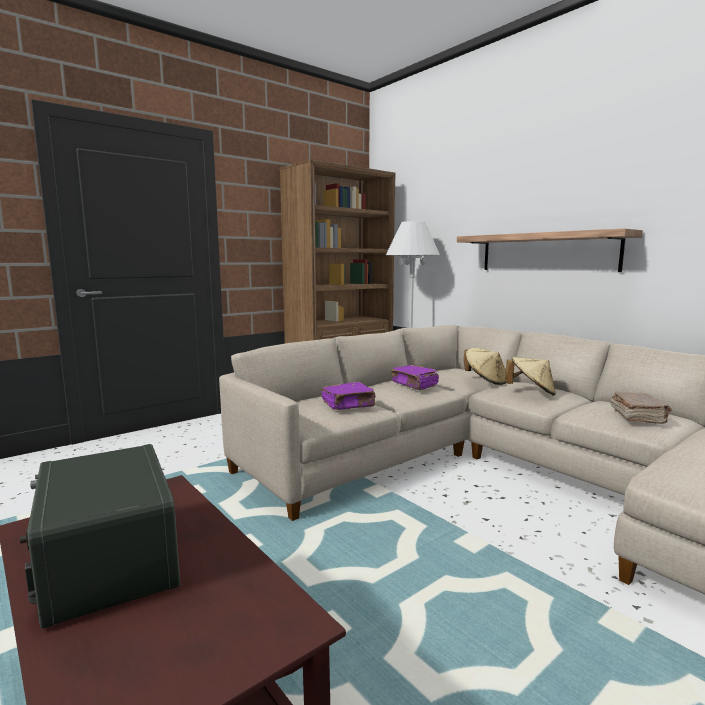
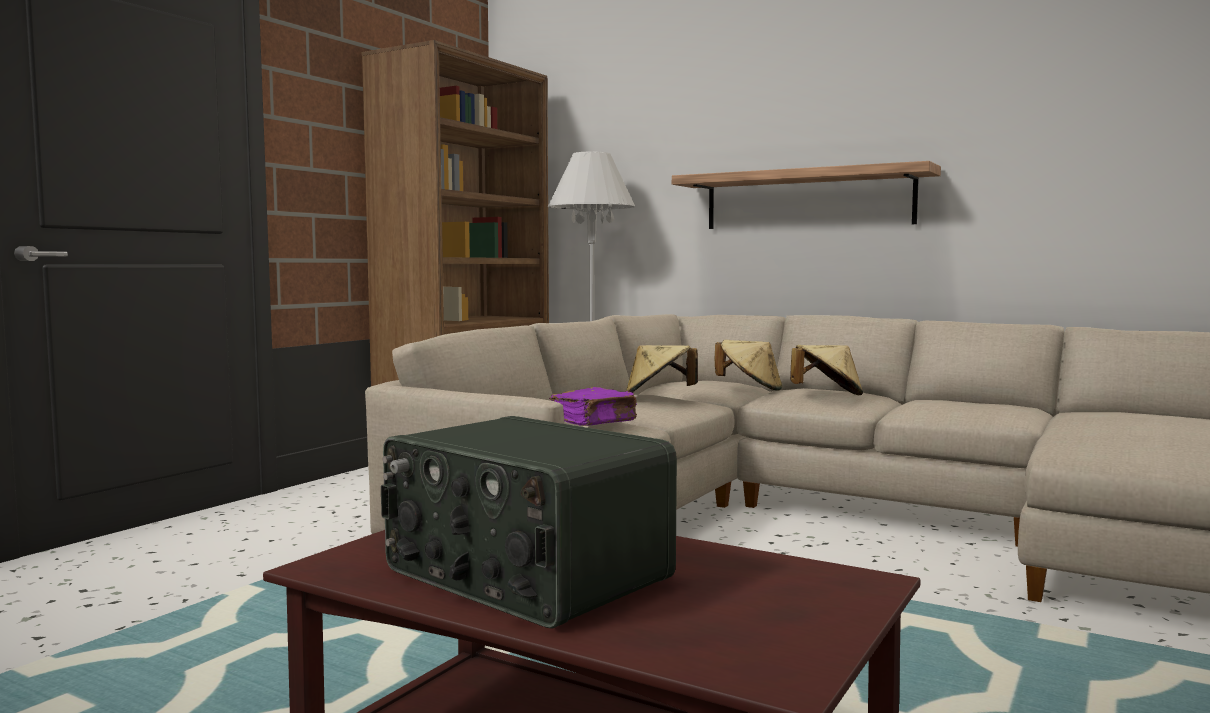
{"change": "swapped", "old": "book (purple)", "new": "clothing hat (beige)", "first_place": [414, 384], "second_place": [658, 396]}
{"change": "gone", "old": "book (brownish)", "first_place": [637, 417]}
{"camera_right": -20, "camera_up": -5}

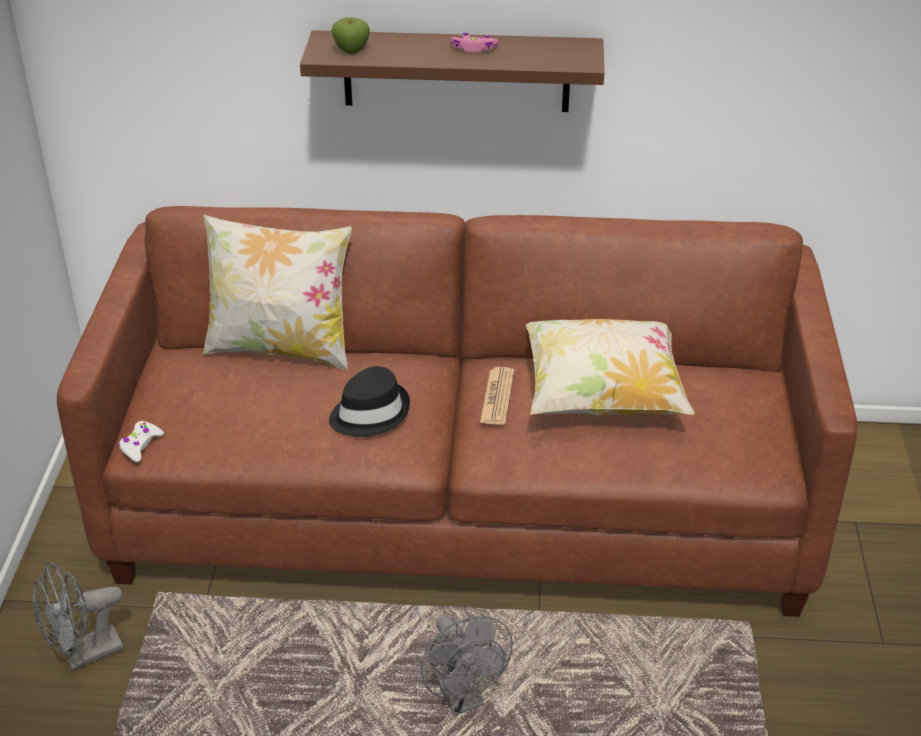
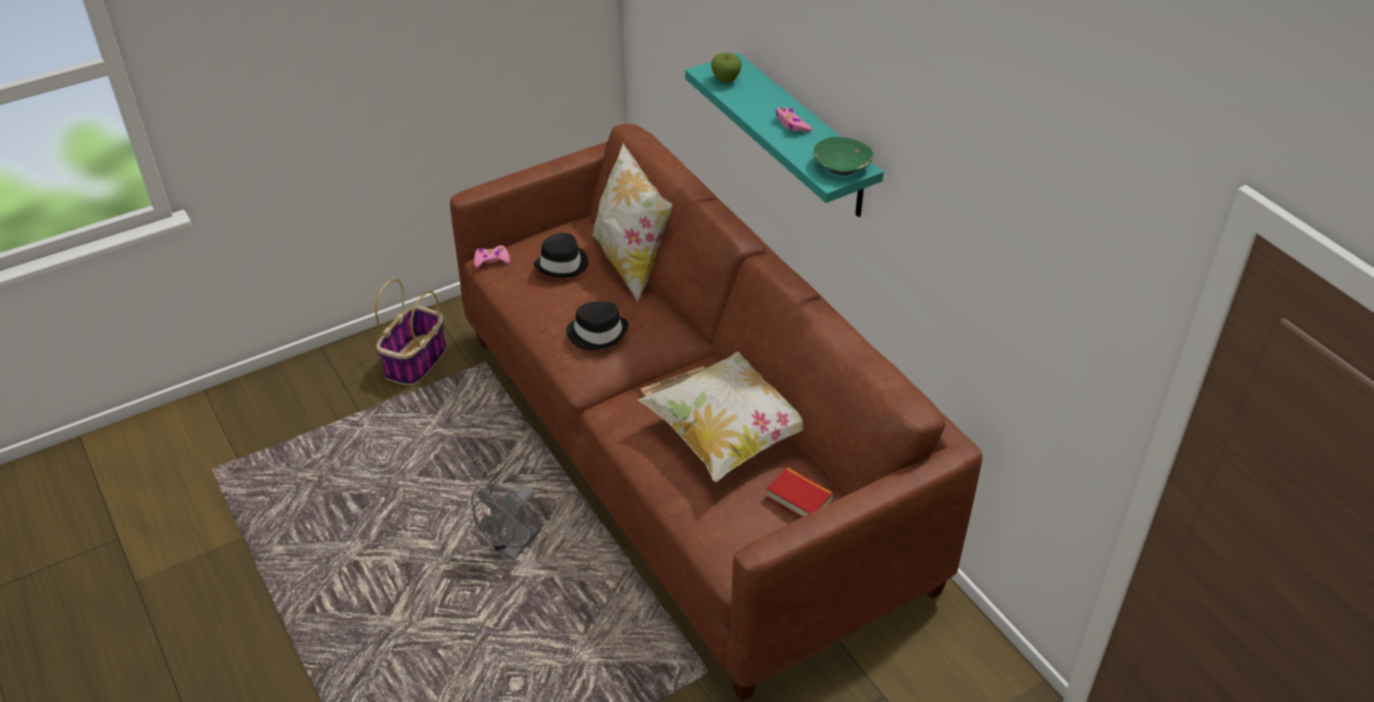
{"change": "repainted", "old": "wall shelf (brownish)", "new": "wall shelf (blue-green)", "first_place": [456, 71], "second_place": [804, 137]}
{"change": "repainted", "old": "game controller (whitish)", "new": "game controller (pink-coloured)", "first_place": [140, 445], "second_place": [491, 260]}
{"change": "swapped", "old": "electric fan (grey)", "new": "household basket", "first_place": [84, 655], "second_place": [415, 362]}
{"change": "new", "new": "serving bowl (green-coloured)", "second_place": [841, 166]}
{"change": "new", "new": "clothing hat (black)", "second_place": [563, 264]}
{"change": "new", "new": "book", "second_place": [799, 499]}
{"camera_right": 55, "camera_up": 5}

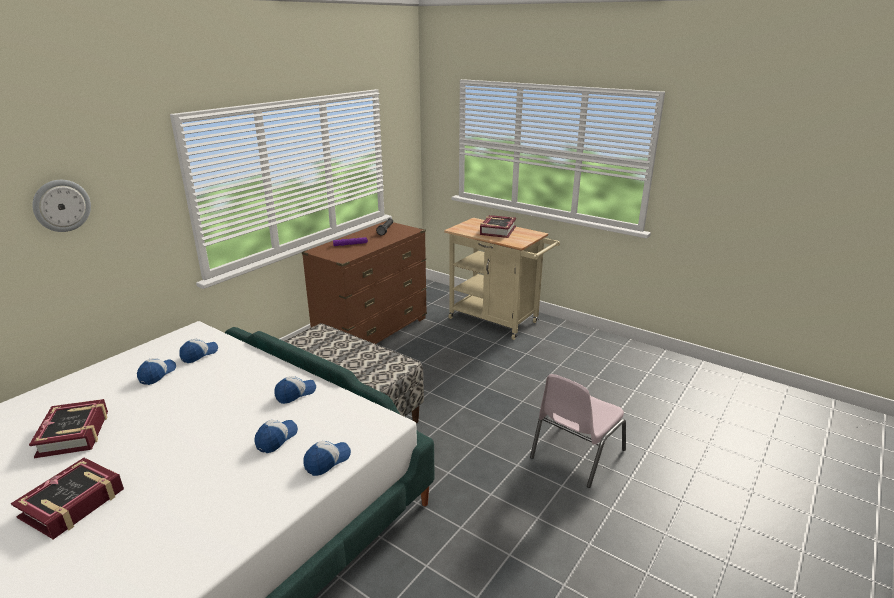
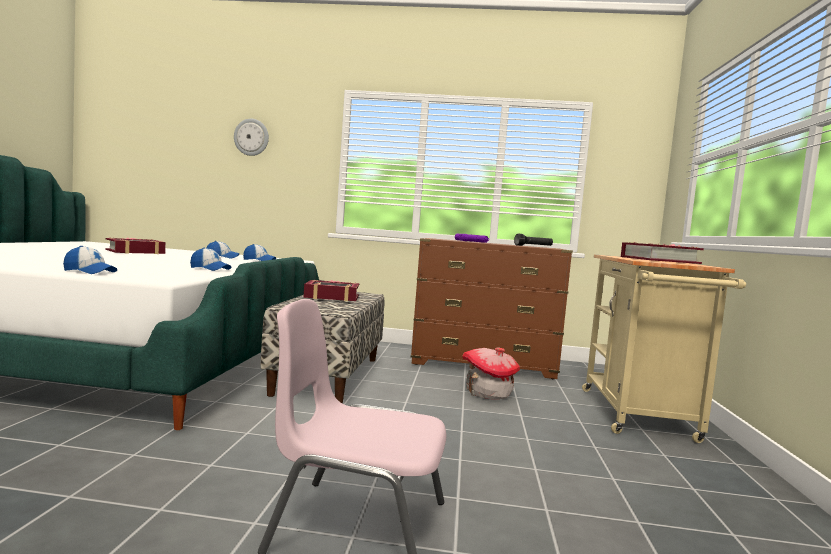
{"change": "gone", "old": "cap", "first_place": [276, 439]}
{"change": "shifted", "old": "book", "first_place": [73, 504], "second_place": [332, 297]}
{"change": "new", "new": "model house", "second_place": [488, 393]}
{"camera_right": 60, "camera_up": -20}

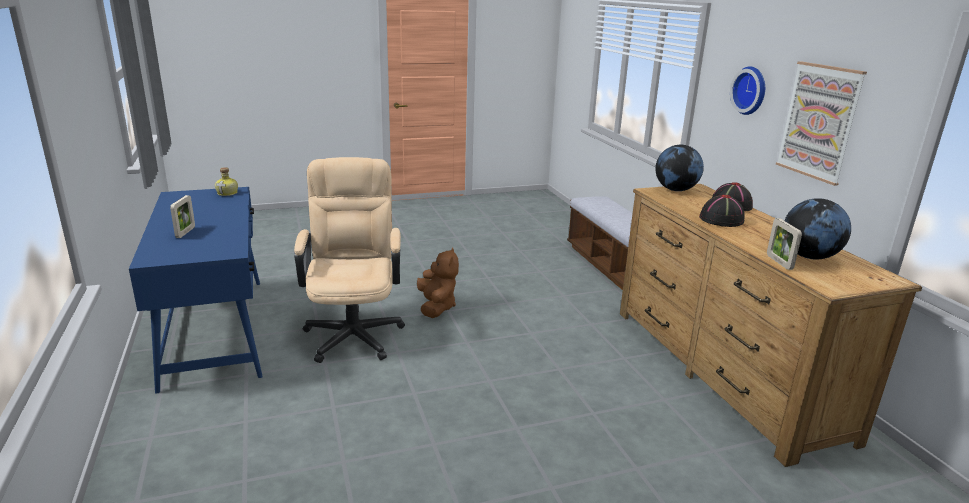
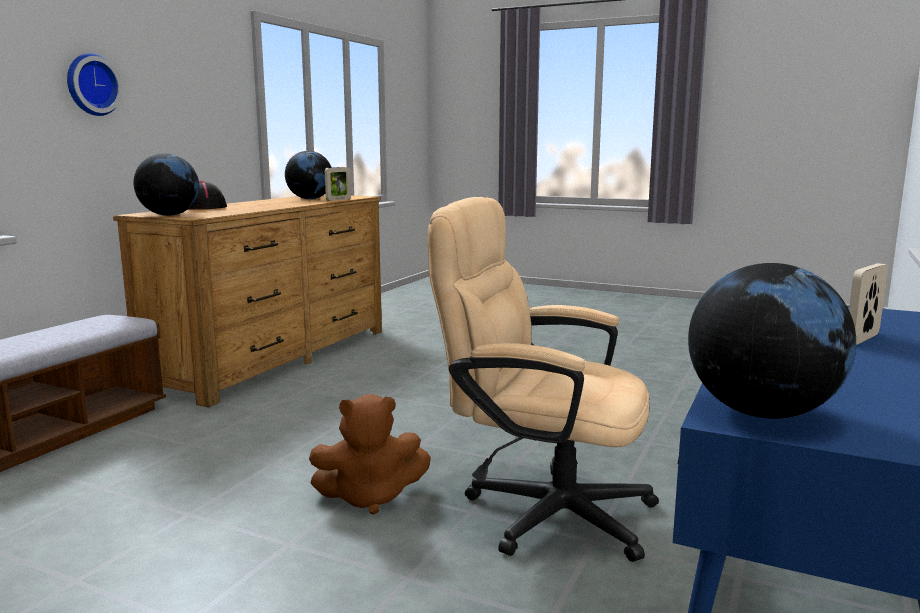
{"change": "gone", "old": "wall art", "first_place": [819, 122]}
{"change": "rotated", "old": "office chair (beige)", "first_place": [354, 331], "second_place": [541, 510], "degrees": 75}
{"change": "swapped", "old": "bottle", "new": "desk globe", "first_place": [228, 193], "second_place": [762, 413]}
{"change": "gone", "old": "clothing hat (black)", "first_place": [721, 220]}
{"change": "rotated", "old": "soft toy (brownish)", "first_place": [436, 307], "second_place": [370, 497], "degrees": -135}
{"camera_right": -135, "camera_up": -10}

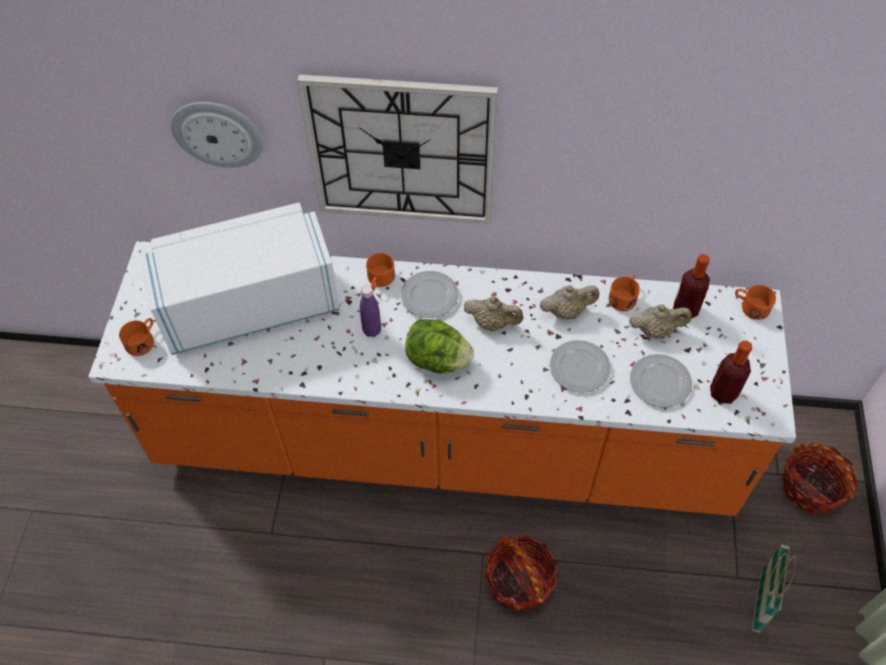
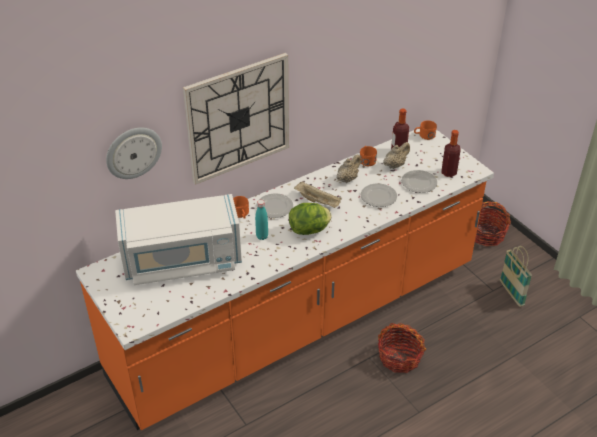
{"change": "rotated", "old": "microwave (whitish)", "first_place": [250, 305], "second_place": [182, 261], "degrees": -135}
{"change": "repainted", "old": "bottle (purple)", "new": "bottle (blue-green)", "first_place": [372, 330], "second_place": [262, 236]}
{"change": "swapped", "old": "teapot (beige)", "new": "serving tray (beige)", "first_place": [492, 323], "second_place": [318, 201]}
{"change": "gone", "old": "mug (orange)", "first_place": [143, 341]}
{"camera_right": -40, "camera_up": -15}

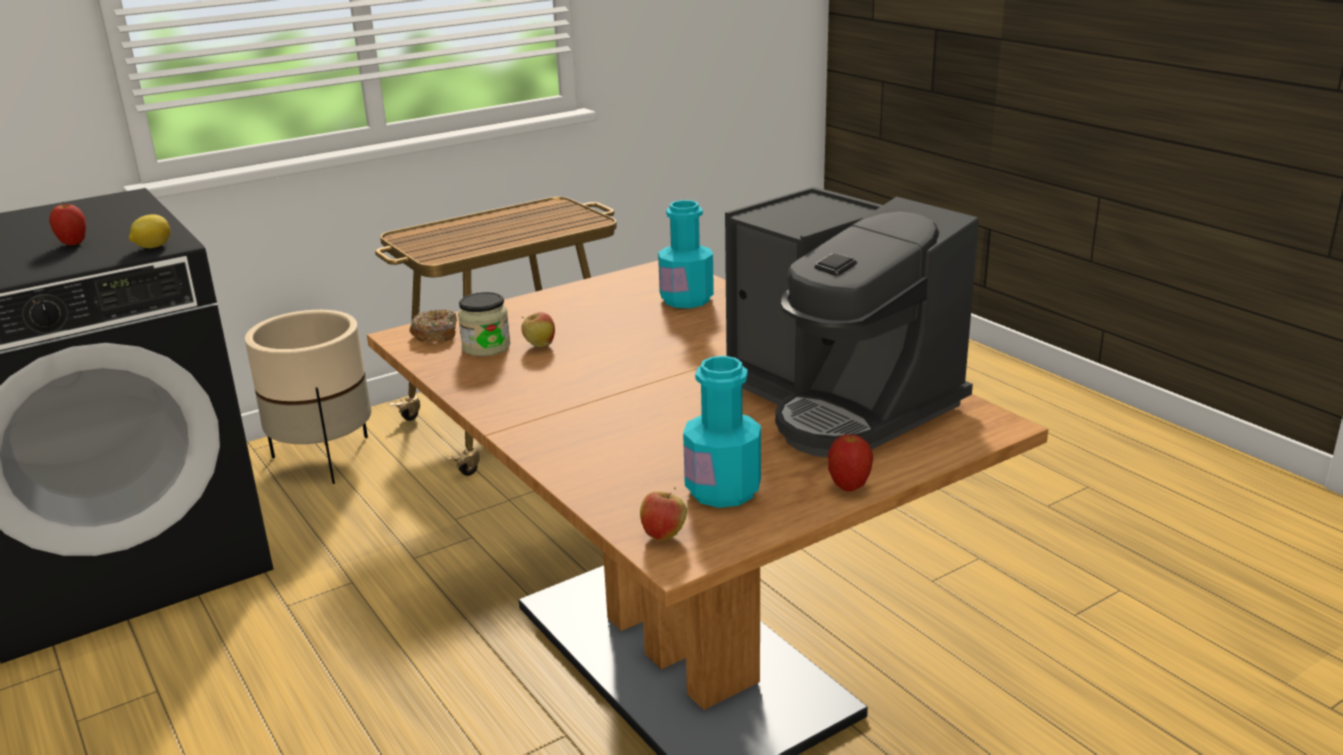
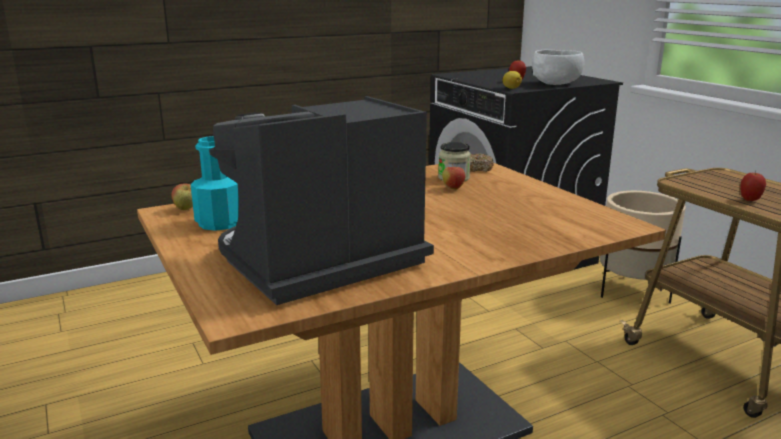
{"change": "gone", "old": "bottle (blue-green)", "first_place": [686, 299]}
{"change": "shifted", "old": "apple fruit", "first_place": [849, 487], "second_place": [750, 200]}
{"change": "new", "new": "serving bowl (whitish)", "second_place": [556, 83]}
{"camera_right": 95, "camera_up": -5}

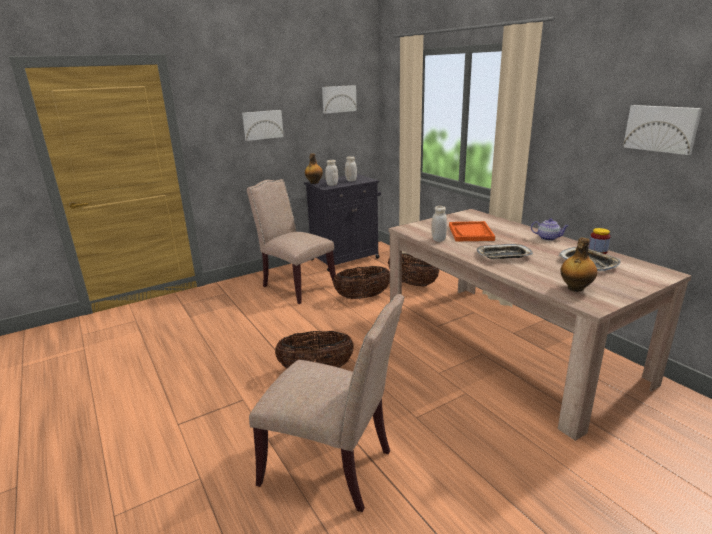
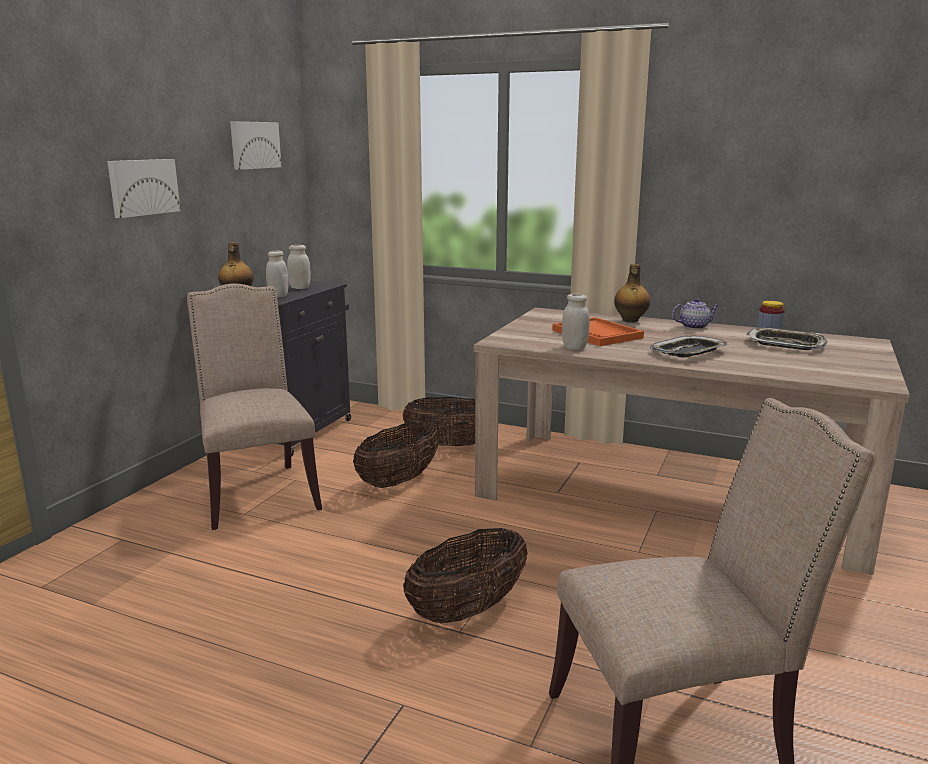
{"change": "gone", "old": "wall art", "first_place": [661, 128]}
{"change": "rotated", "old": "plain chair (beige)", "first_place": [296, 285], "second_place": [257, 492], "degrees": 60}
{"change": "shifted", "old": "bottle", "first_place": [575, 288], "second_place": [630, 320]}
{"camera_right": -35, "camera_up": -5}

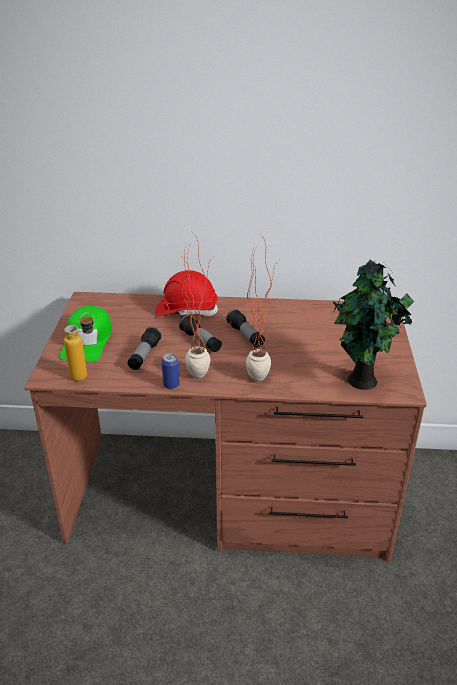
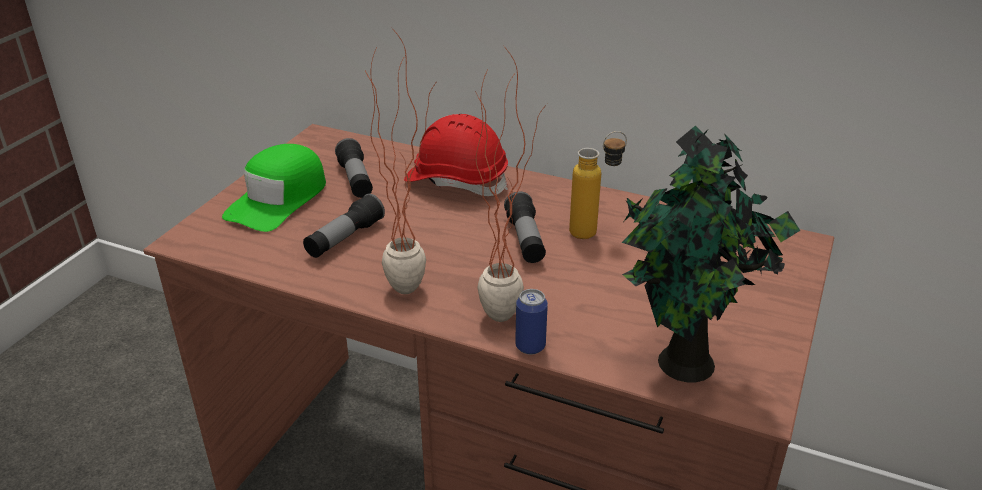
{"change": "shifted", "old": "bottle", "first_place": [85, 374], "second_place": [594, 231]}
{"change": "shifted", "old": "torch", "first_place": [200, 341], "second_place": [355, 180]}
{"change": "shifted", "old": "metal can", "first_place": [171, 385], "second_place": [530, 346]}
{"camera_right": 20, "camera_up": 0}

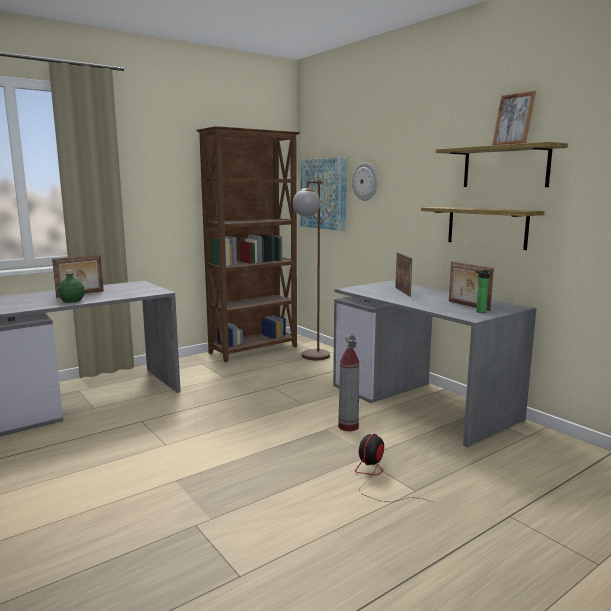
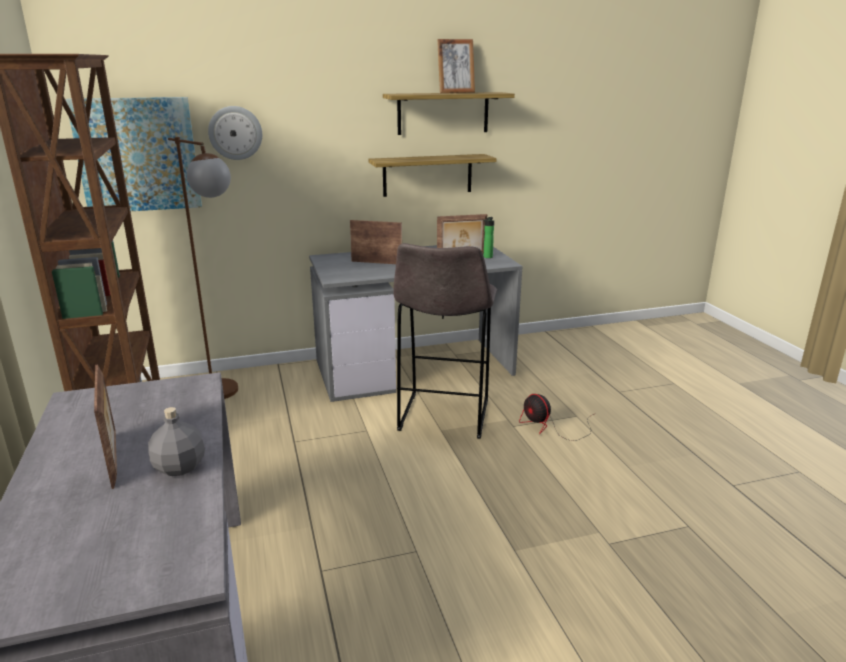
{"change": "repainted", "old": "bottle (green-coloured)", "new": "bottle (grey)", "first_place": [72, 301], "second_place": [179, 467]}
{"change": "swapped", "old": "fire extinguisher", "new": "stool seat (grey)", "first_place": [348, 426], "second_place": [443, 417]}
{"camera_right": -70, "camera_up": 10}

